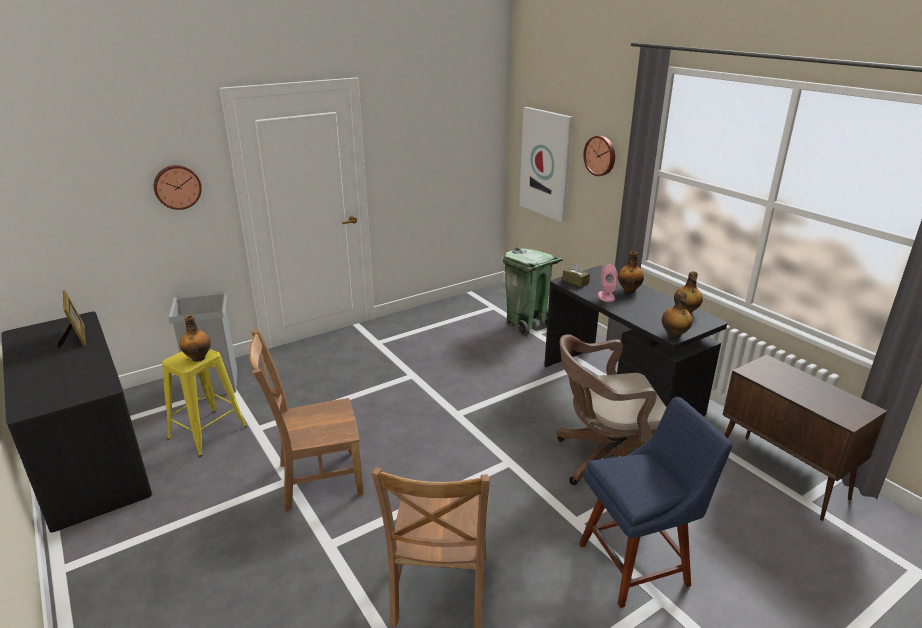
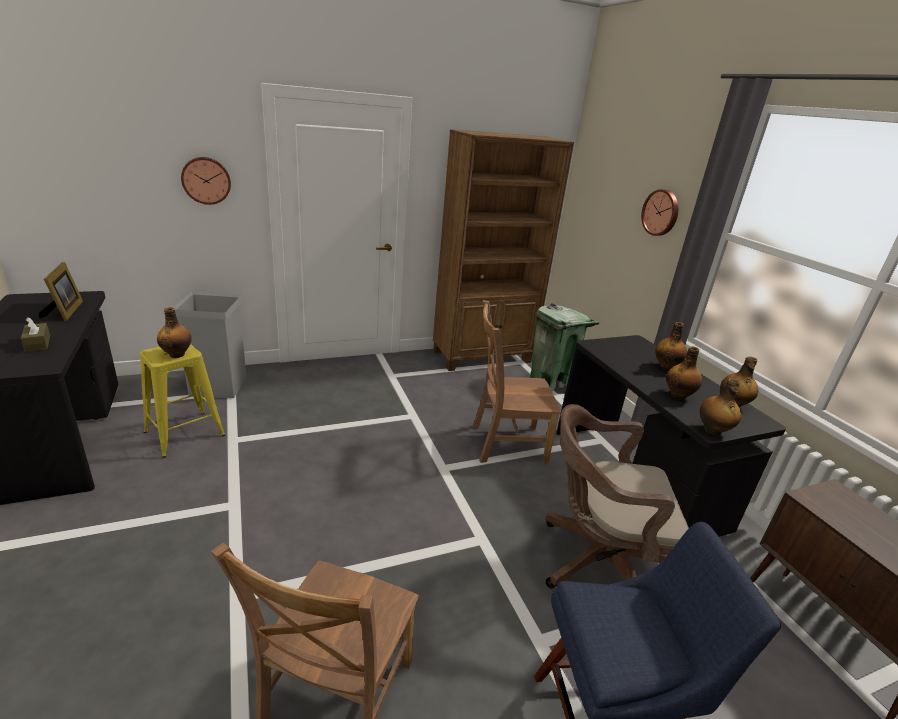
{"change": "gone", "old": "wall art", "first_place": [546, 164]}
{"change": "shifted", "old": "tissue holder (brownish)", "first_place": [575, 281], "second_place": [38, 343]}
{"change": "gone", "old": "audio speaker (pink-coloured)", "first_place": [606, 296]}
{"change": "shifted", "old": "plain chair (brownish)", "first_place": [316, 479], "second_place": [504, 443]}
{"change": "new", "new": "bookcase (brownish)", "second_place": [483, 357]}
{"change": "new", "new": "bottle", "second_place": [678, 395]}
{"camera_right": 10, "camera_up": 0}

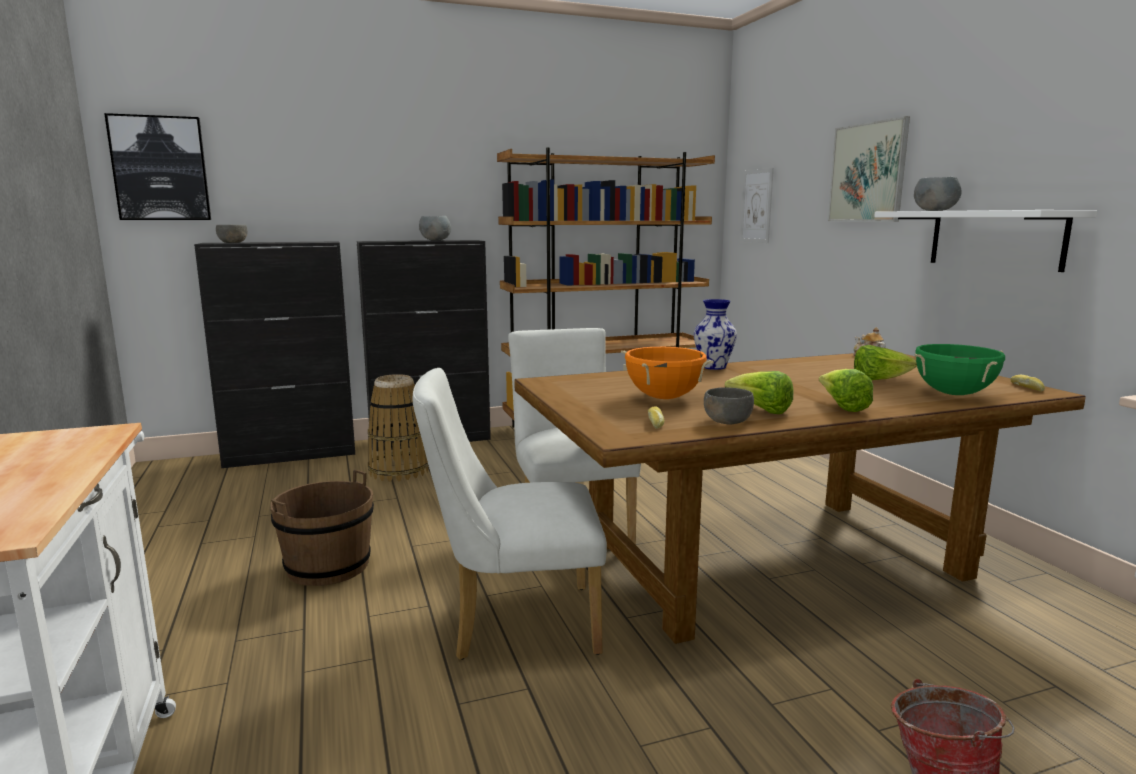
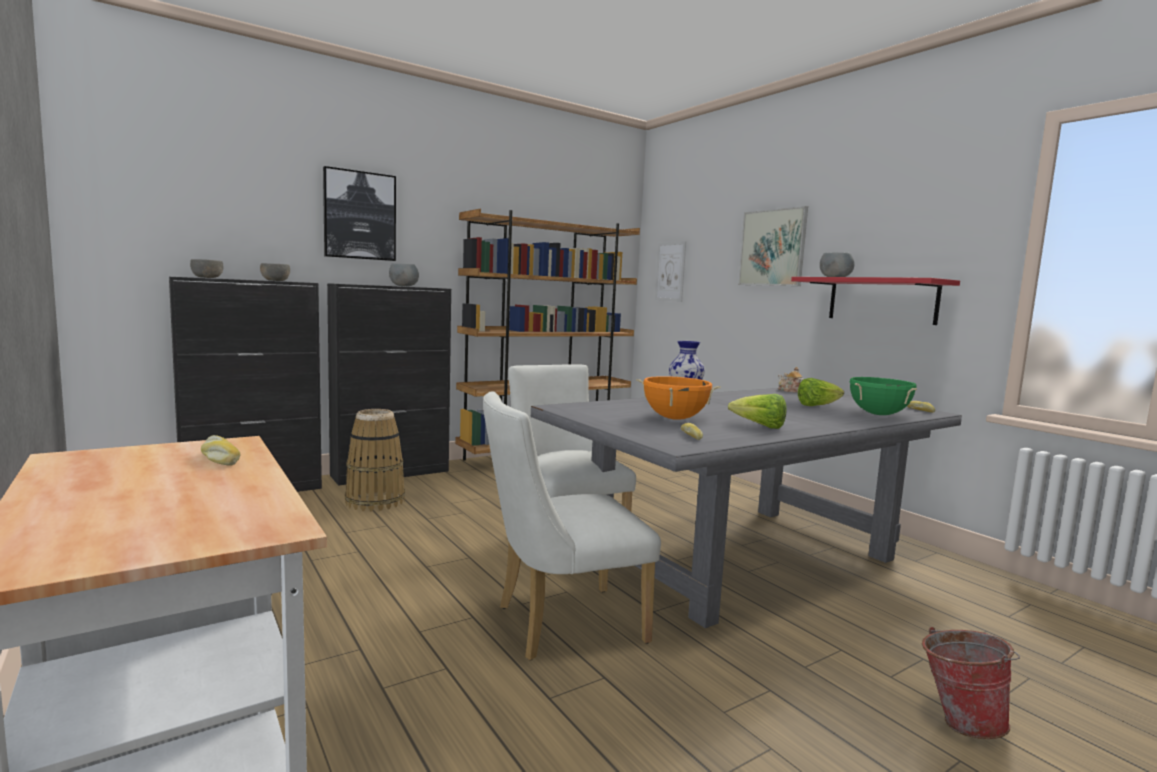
{"change": "shifted", "old": "wall art", "first_place": [160, 168], "second_place": [359, 215]}
{"change": "repainted", "old": "wall shelf (whitish)", "new": "wall shelf (red-coloured)", "first_place": [995, 239], "second_place": [881, 300]}
{"change": "repainted", "old": "dinner table (brownish)", "new": "dinner table (grey)", "first_place": [773, 559], "second_place": [743, 556]}
{"change": "gone", "old": "lettuce head", "first_place": [842, 407]}
{"change": "shifted", "old": "serving bowl (grey)", "first_place": [727, 421], "second_place": [275, 280]}
{"change": "gone", "old": "bucket (brownish)", "first_place": [328, 566]}
{"change": "new", "new": "bakery bread", "second_place": [218, 459]}
{"camera_right": -15, "camera_up": -5}

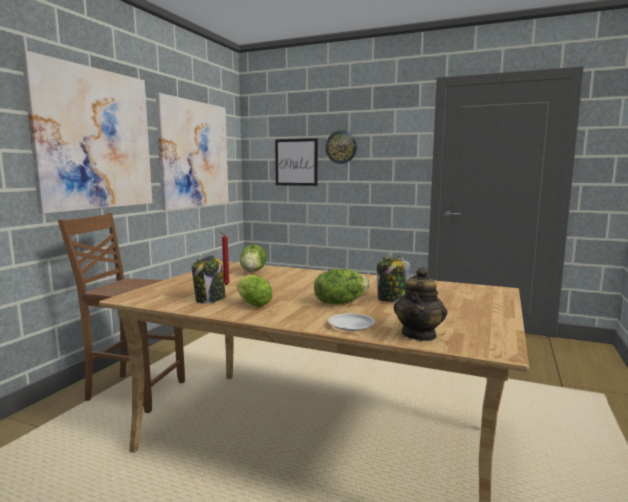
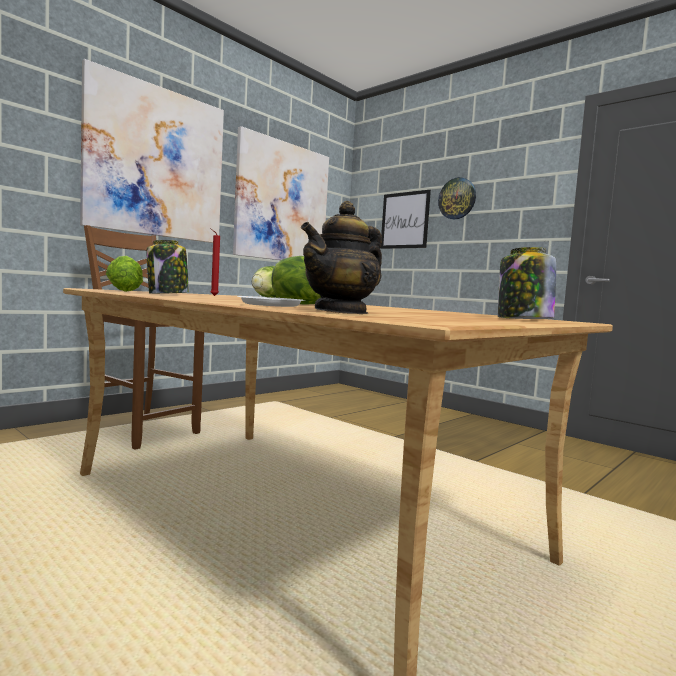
{"change": "shifted", "old": "jar", "first_place": [393, 300], "second_place": [523, 319]}
{"change": "shifted", "old": "lettuce head", "first_place": [251, 304], "second_place": [125, 291]}
{"camera_right": 20, "camera_up": -5}

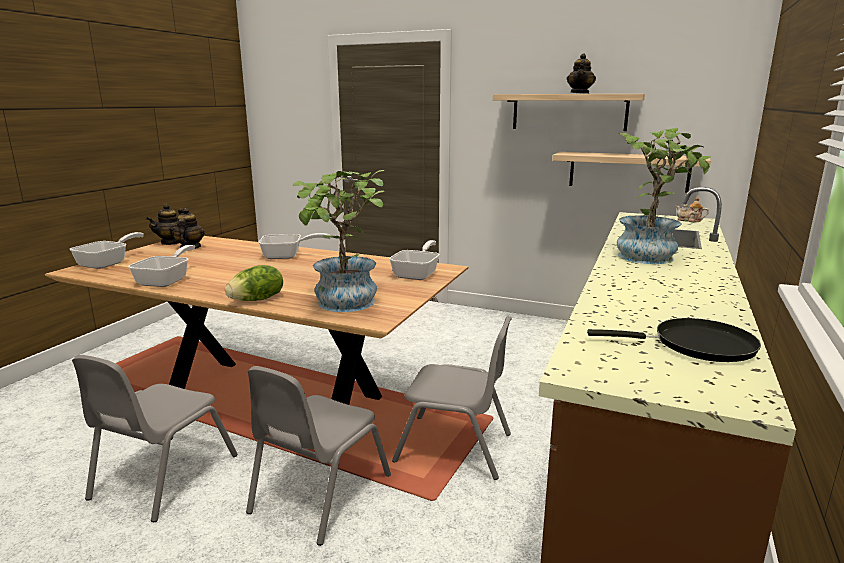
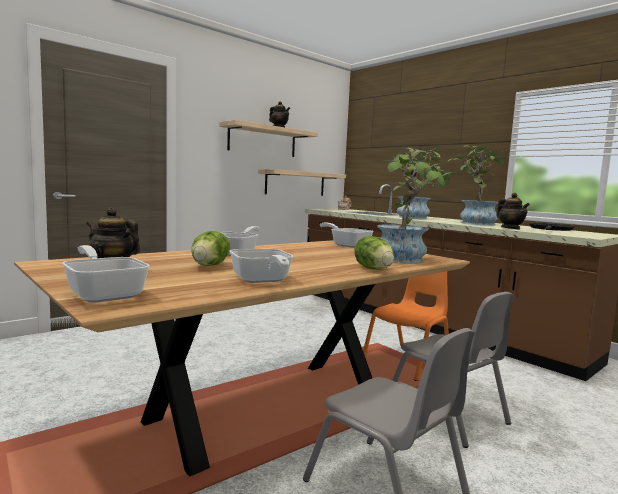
{"change": "shifted", "old": "teapot", "first_place": [171, 242], "second_place": [510, 228]}
{"change": "rotated", "old": "pan", "first_place": [167, 280], "second_place": [261, 281], "degrees": -150}
{"change": "repainted", "old": "plain chair (grey)", "new": "plain chair (orange)", "first_place": [454, 447], "second_place": [407, 361]}
{"change": "new", "new": "plant in a pot", "second_place": [473, 223]}
{"change": "new", "new": "lettuce head", "second_place": [210, 265]}
{"camera_right": -65, "camera_up": -10}

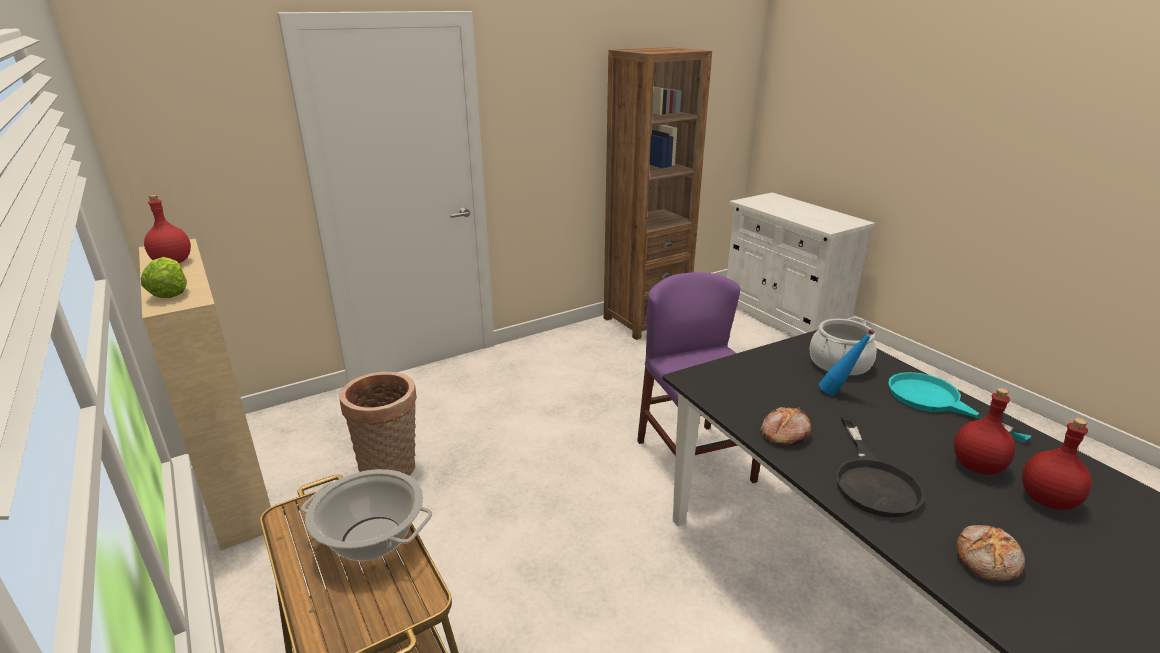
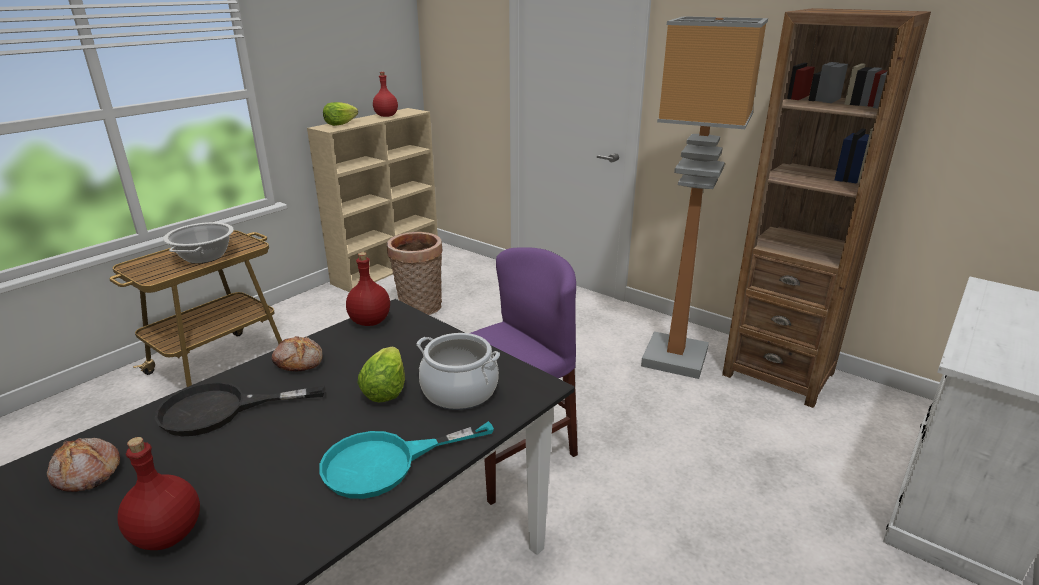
{"change": "swapped", "old": "bottle (blue)", "new": "lettuce head", "first_place": [838, 394], "second_place": [385, 390]}
{"change": "rotated", "old": "pan (blue-green)", "first_place": [935, 401], "second_place": [386, 463], "degrees": -150}
{"change": "shifted", "old": "bottle (red-coloured)", "first_place": [976, 466], "second_place": [371, 321]}
{"change": "new", "new": "standing lamp", "second_place": [673, 358]}
{"camera_right": 70, "camera_up": 0}

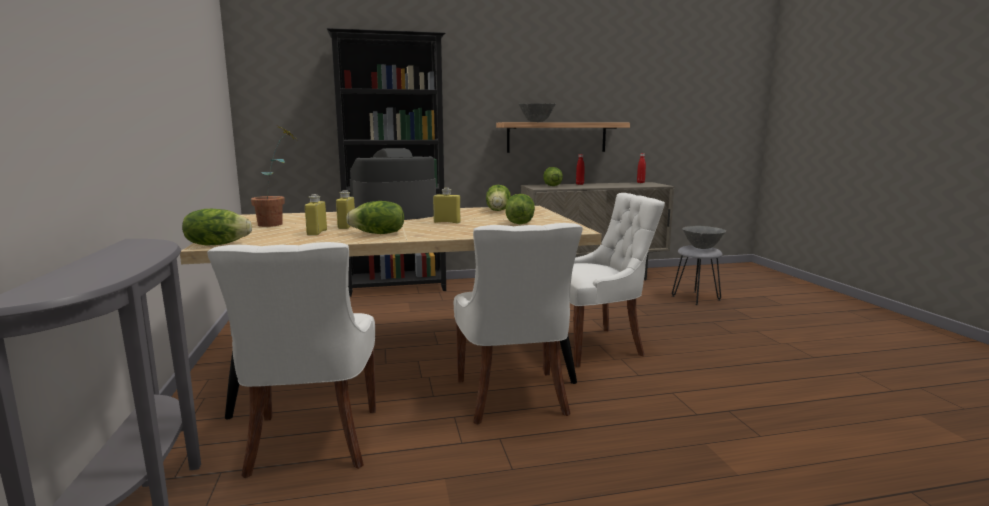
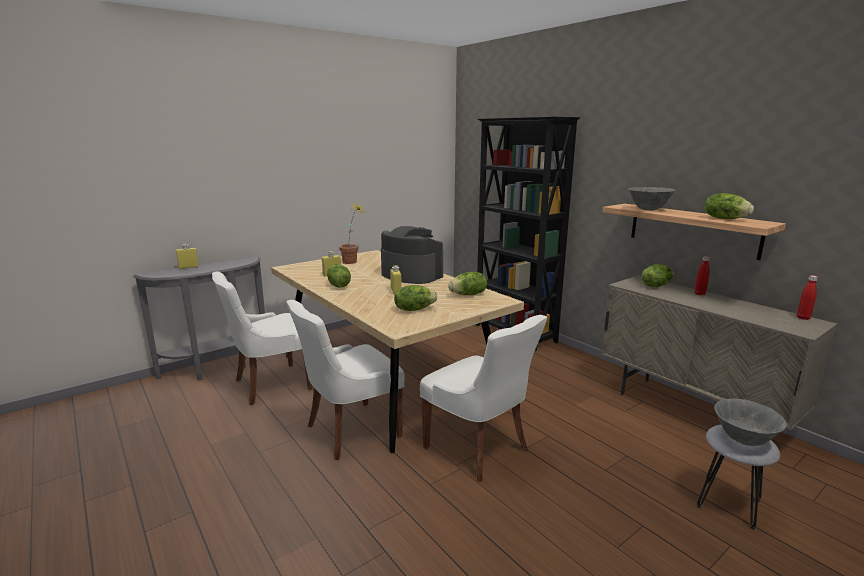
{"change": "shifted", "old": "bottle (yellowish)", "first_place": [346, 226], "second_place": [188, 267]}
{"change": "shifted", "old": "lettuce head", "first_place": [217, 244], "second_place": [725, 219]}
{"camera_right": 65, "camera_up": 5}

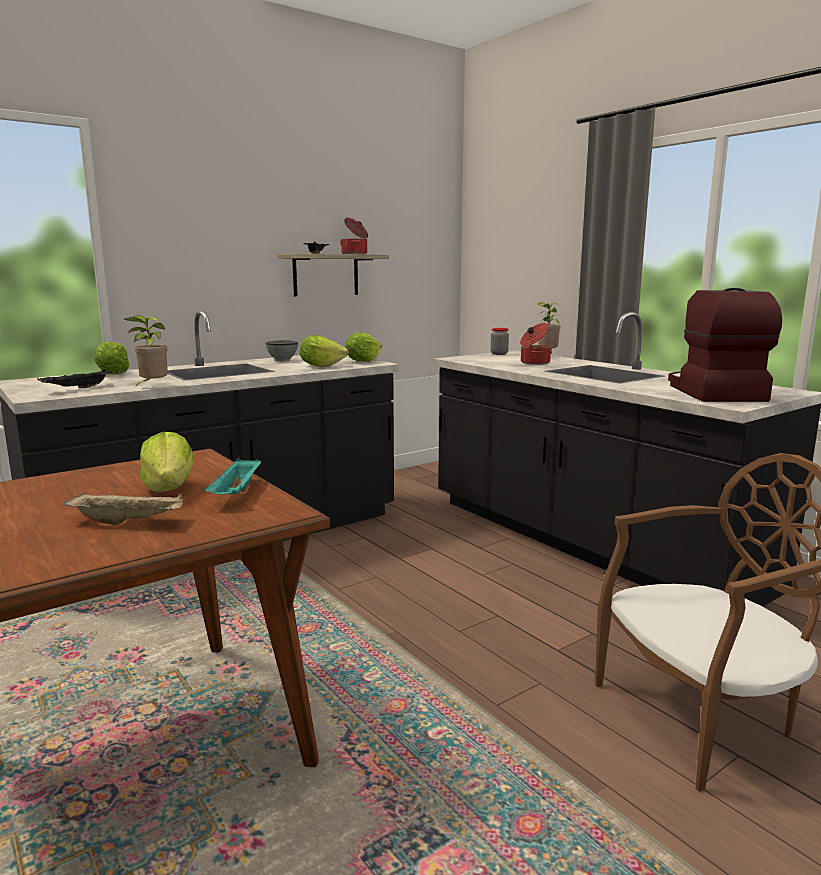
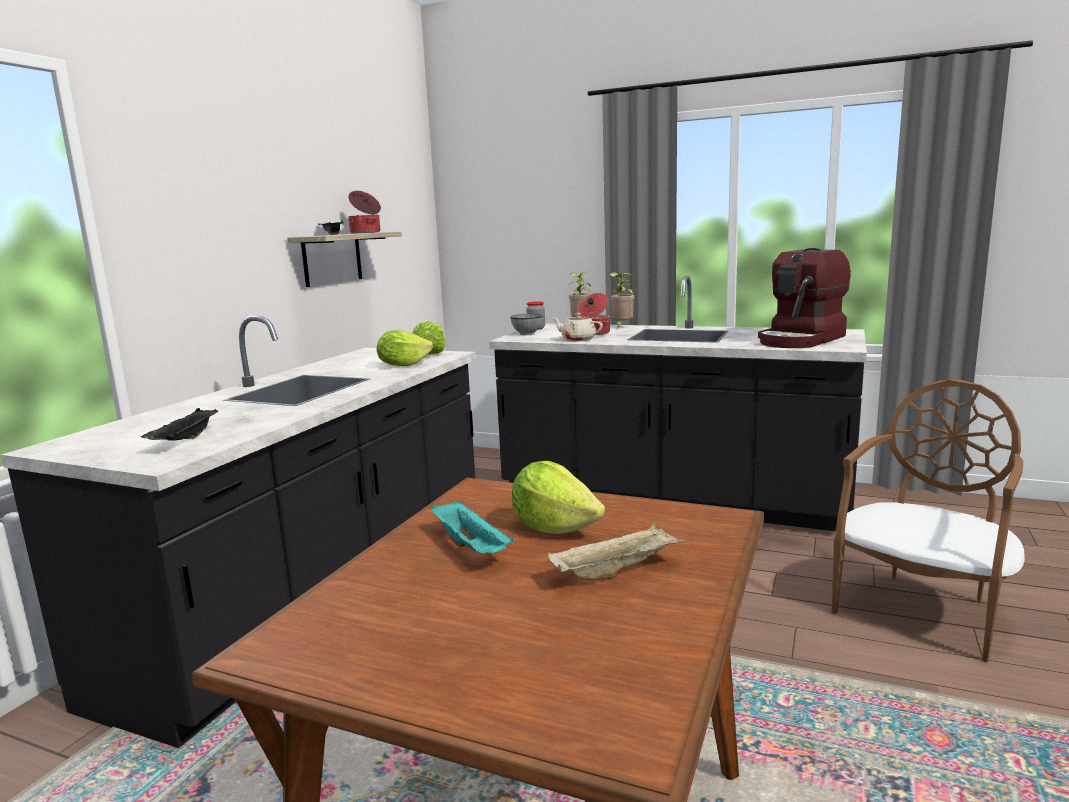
{"change": "rotated", "old": "coffee machine", "first_place": [712, 392], "second_place": [801, 340], "degrees": -105}
{"change": "shifted", "old": "plant in a pot", "first_place": [152, 387], "second_place": [622, 327]}
{"change": "shifted", "old": "serving bowl (grey)", "first_place": [283, 360], "second_place": [527, 334]}
{"change": "gone", "old": "lettuce head", "first_place": [112, 374]}
{"change": "shifted", "old": "serving tray (blue-green)", "first_place": [237, 493], "second_place": [472, 547]}
{"change": "new", "new": "teapot (beige)", "second_place": [577, 339]}
{"camera_right": -30, "camera_up": 0}

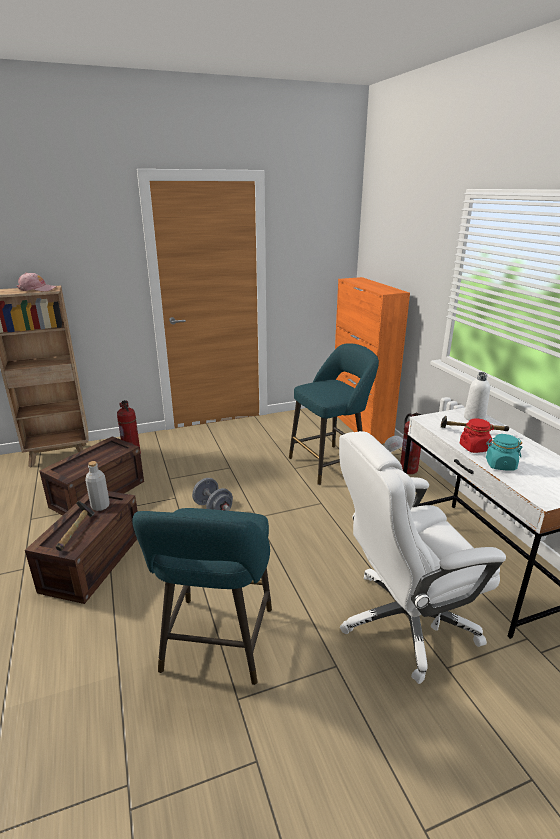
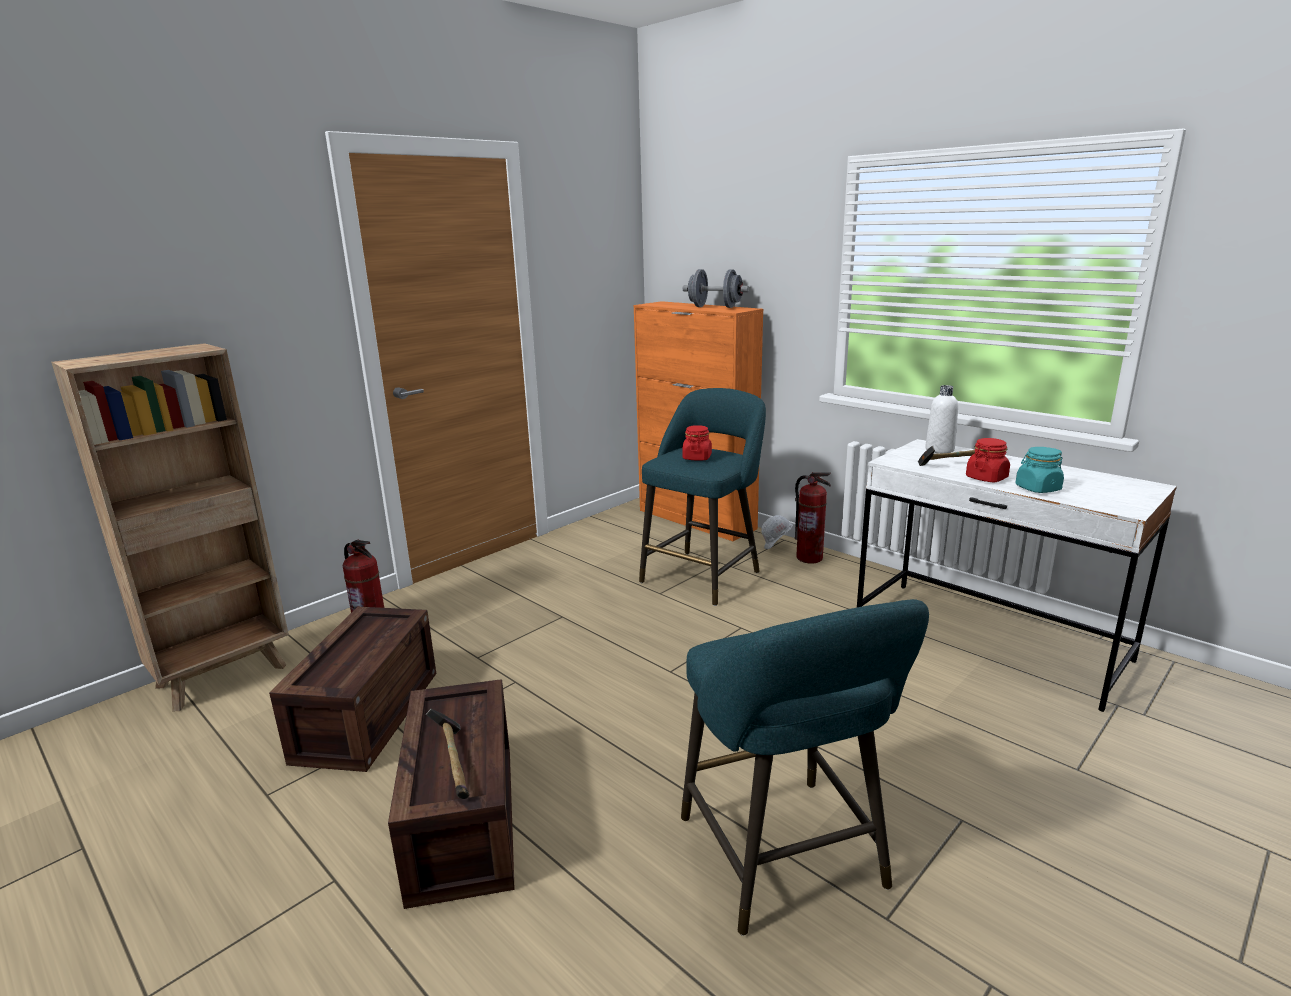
{"change": "gone", "old": "cap (pink-coloured)", "first_place": [37, 289]}
{"change": "gone", "old": "office chair (whitish)", "first_place": [404, 621]}
{"change": "gone", "old": "bottle (grey)", "first_place": [100, 506]}
{"change": "shifted", "old": "hand weight (grey)", "first_place": [213, 509], "second_place": [715, 307]}
{"change": "new", "new": "jar (red-coloured)", "second_place": [697, 458]}
{"camera_right": -25, "camera_up": -5}

